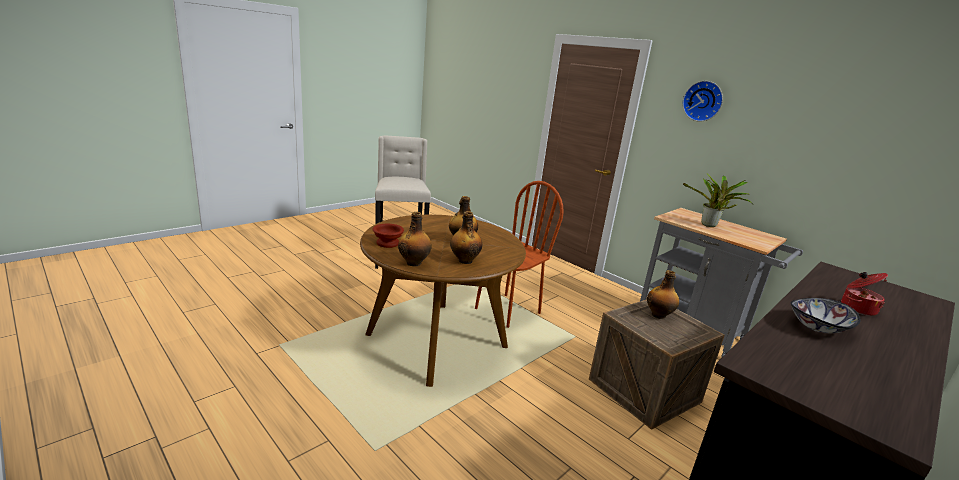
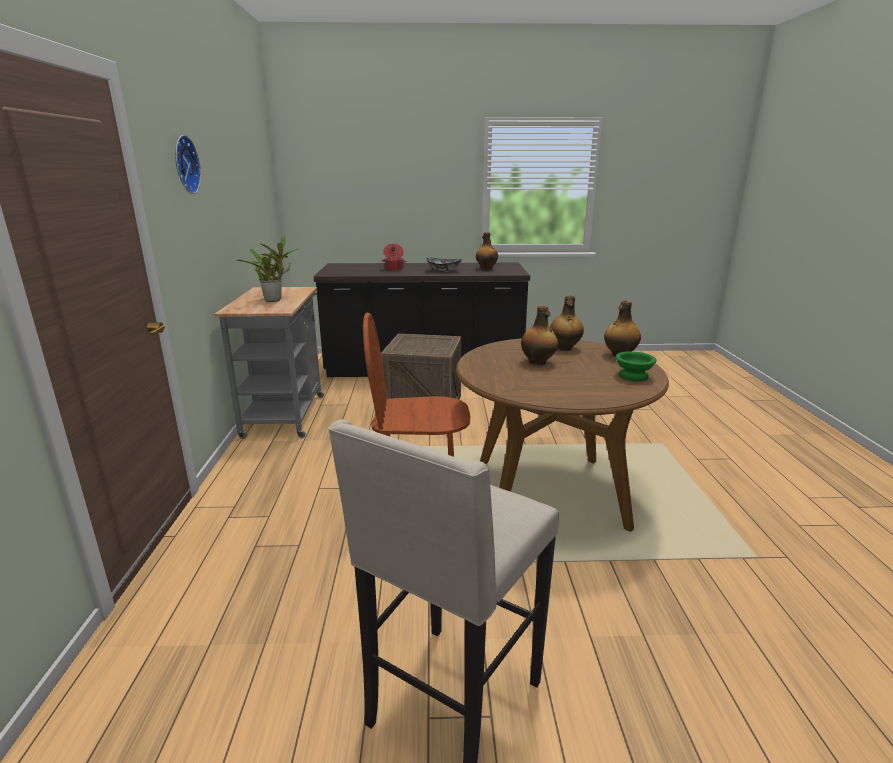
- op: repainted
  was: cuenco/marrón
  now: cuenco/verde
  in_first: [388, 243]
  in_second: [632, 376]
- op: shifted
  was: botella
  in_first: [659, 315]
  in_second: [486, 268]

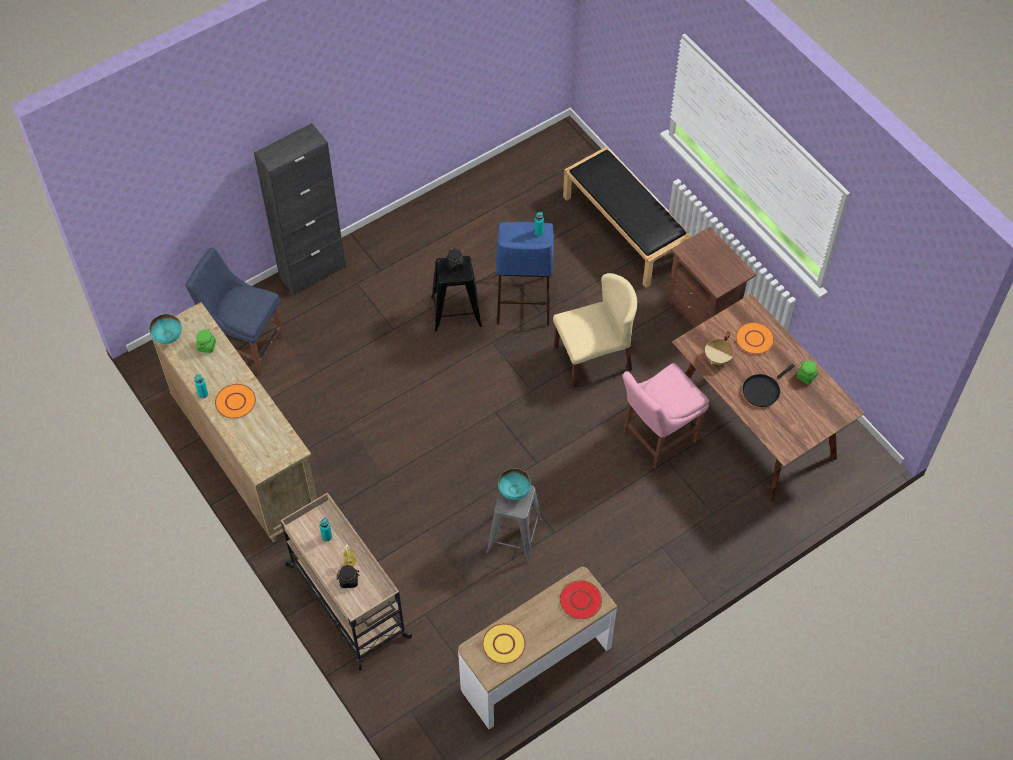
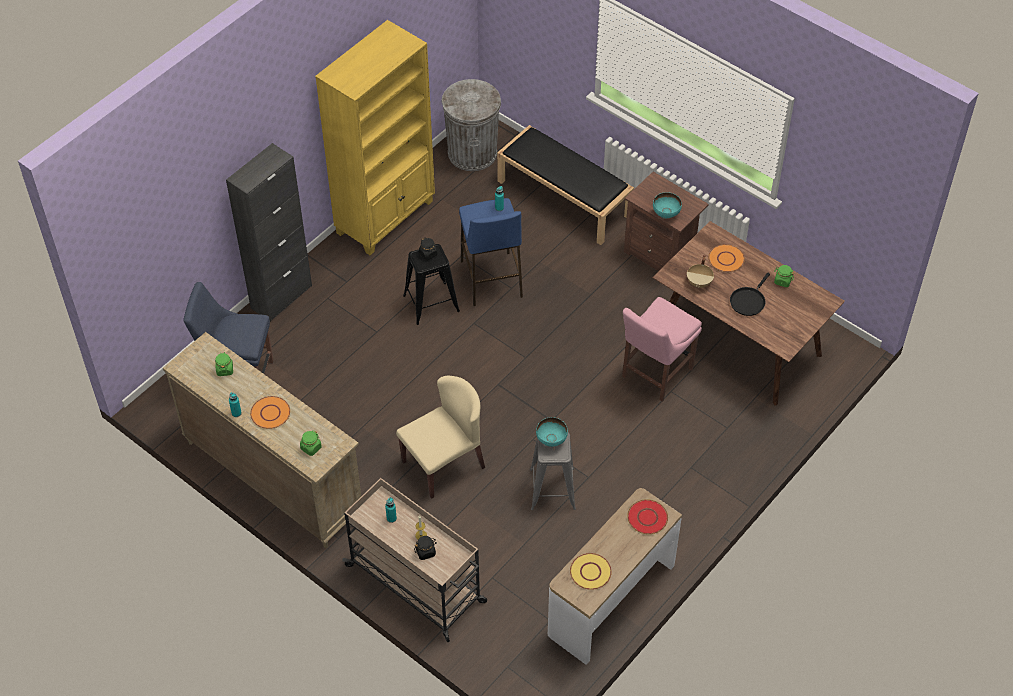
- op: shifted
  was: cuenco/turquesa
  in_first: [168, 337]
  in_second: [666, 214]
- op: shifted
  was: silla/beis
  in_first: [593, 357]
  in_second: [443, 464]
- op: new
  now: tarro/verde
  in_second: [311, 448]
- op: new
  now: estantería/amarillo
  in_second: [386, 217]
- op: new
  now: papelera/gris
  in_second: [472, 153]

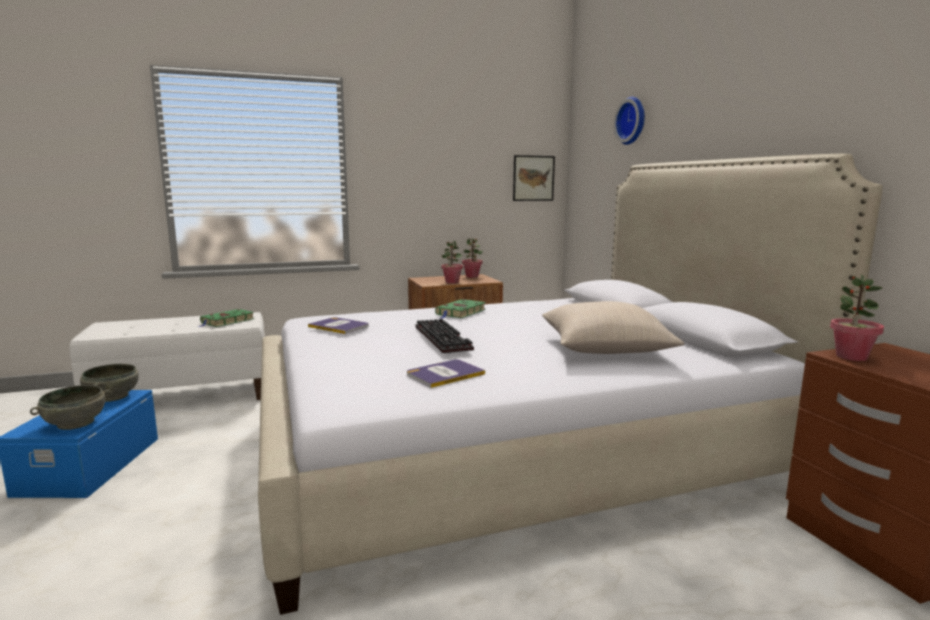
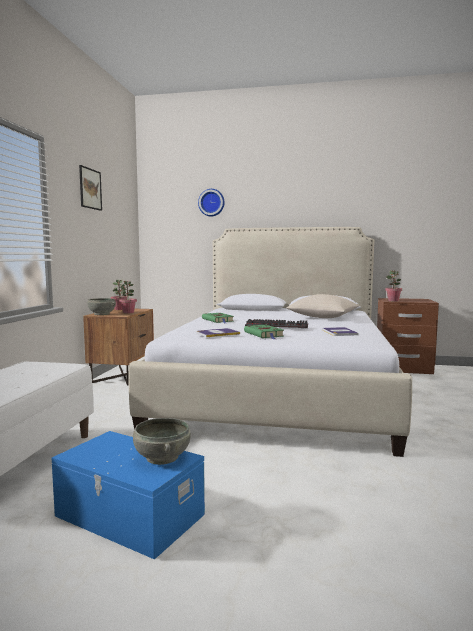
- op: shifted
  was: cuenco/gris
  in_first: [111, 397]
  in_second: [101, 314]
- op: shifted
  was: libro/verde
  in_first: [226, 321]
  in_second: [264, 334]
- op: shifted
  was: cuadro
  in_first: [533, 178]
  in_second: [90, 188]

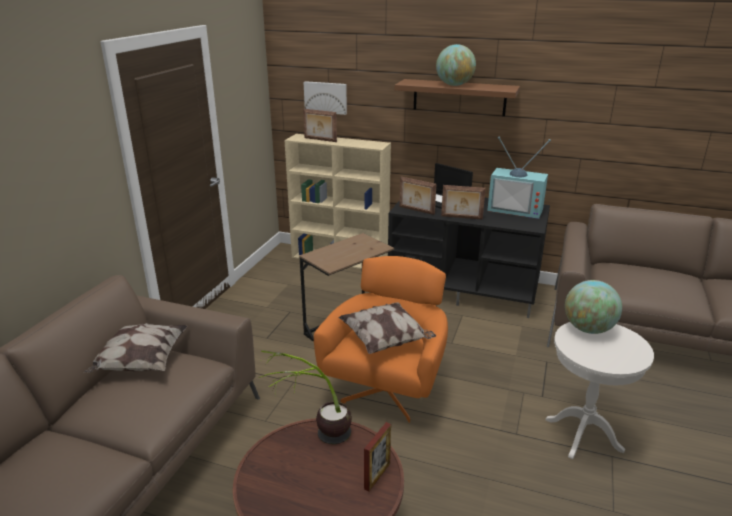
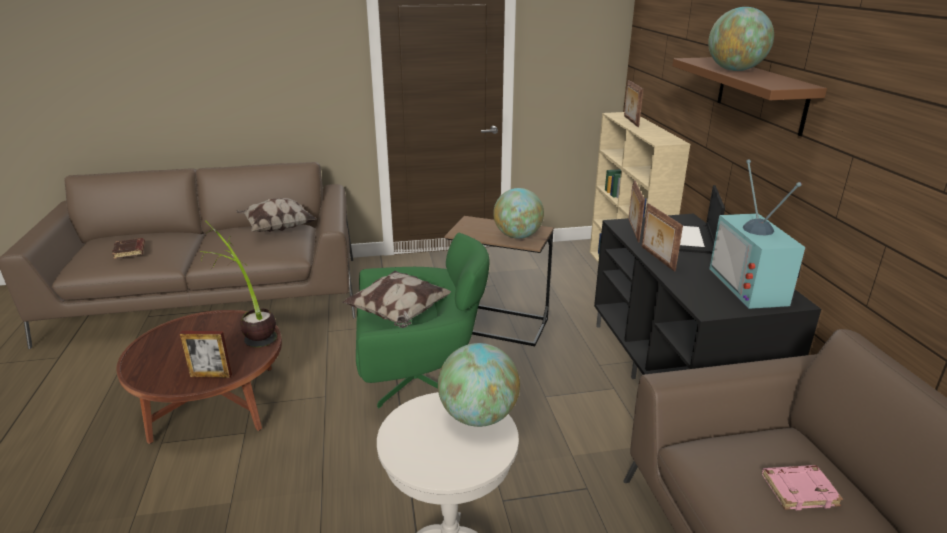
- op: gone
  was: cuadro
  in_first: [326, 97]
- op: repainted
  was: sillón/naranja
  now: sillón/verde
  in_first: [387, 389]
  in_second: [420, 378]
- op: new
  now: libro/marrón
  in_second: [130, 251]
- op: new
  now: globo terráqueo
  in_second: [517, 236]
- op: new
  now: libro/rosa
  in_second: [799, 490]

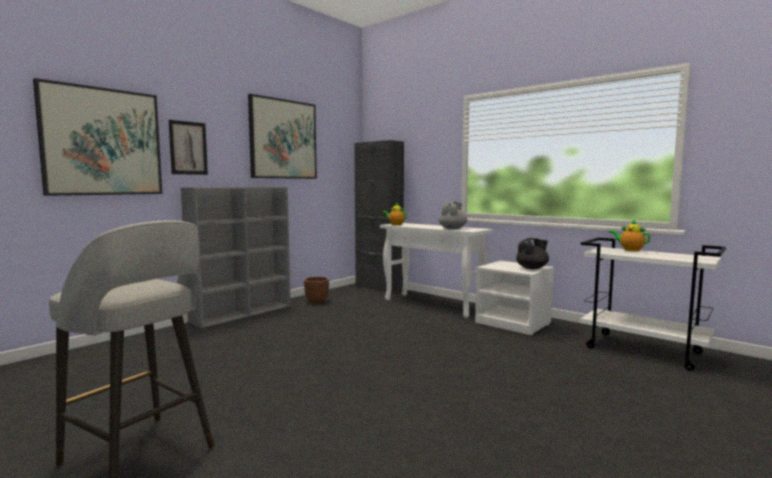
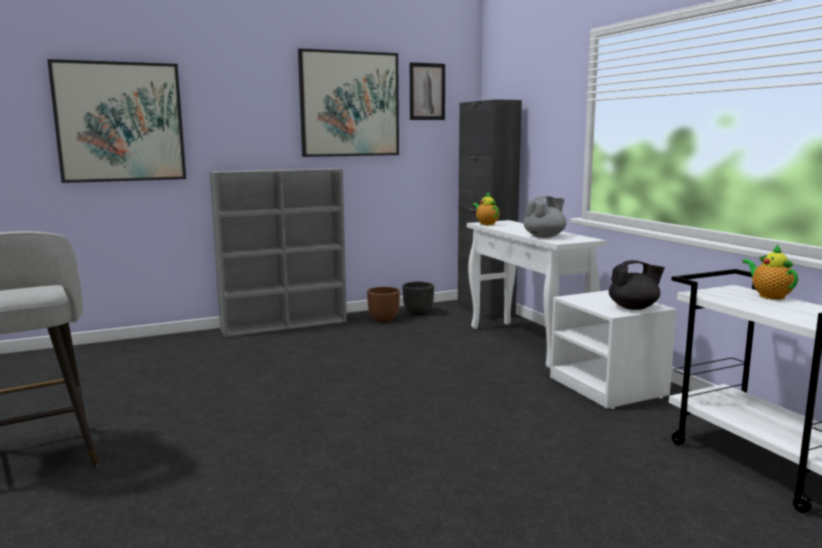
- op: shifted
  was: cuadro
  in_first: [188, 148]
  in_second: [427, 91]
- op: new
  now: maceta/negro
  in_second: [418, 313]

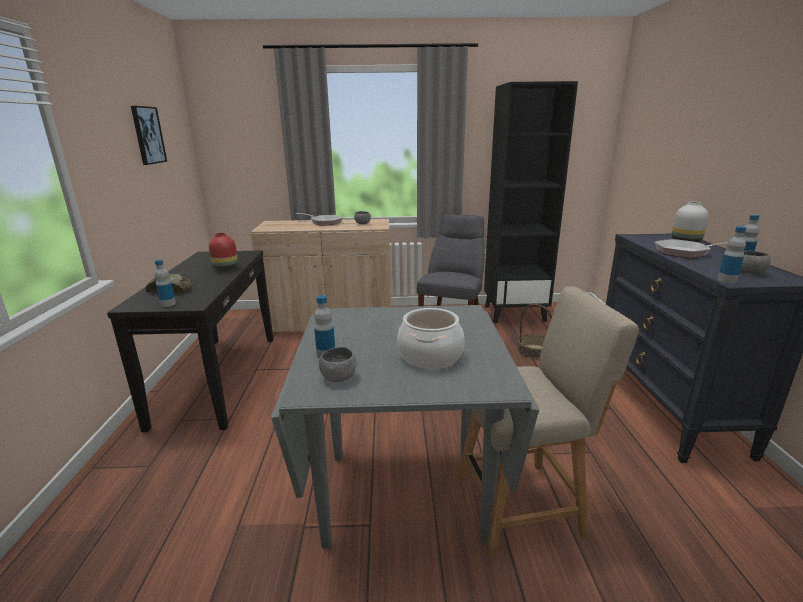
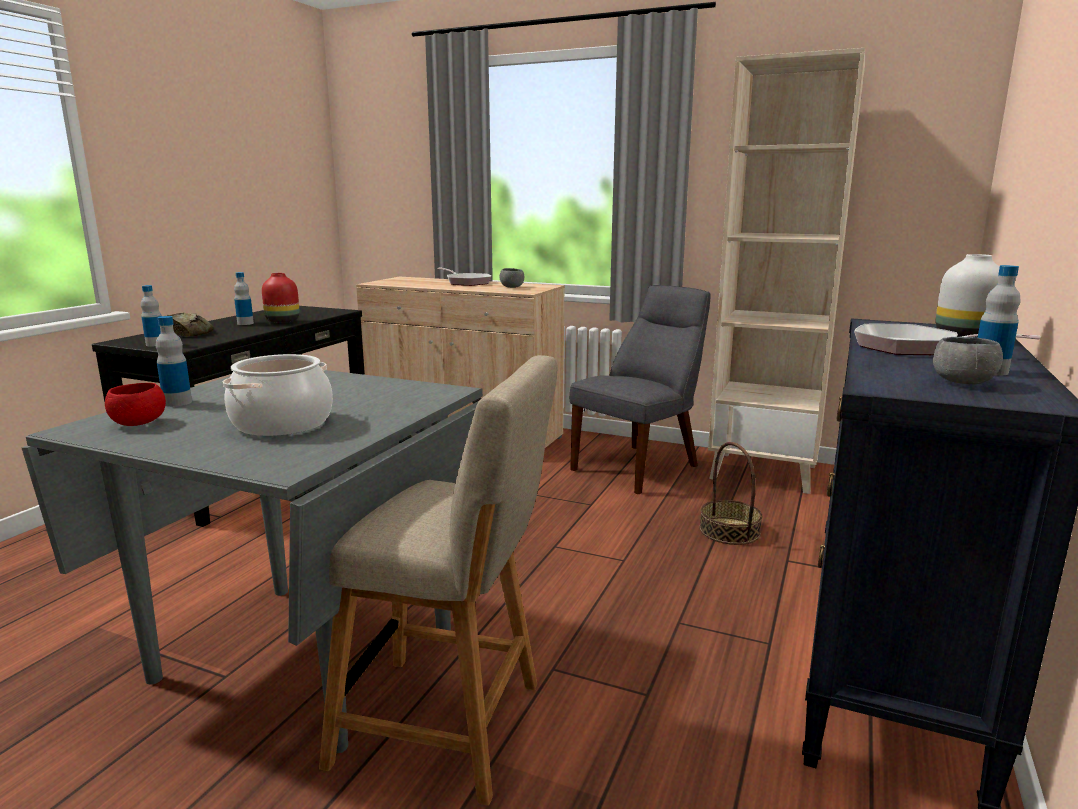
- op: gone
  was: cuadro
  in_first: [147, 135]
- op: repainted
  was: cuenco/gris
  now: cuenco/rojo
  in_first: [338, 377]
  in_second: [138, 423]
- op: repainted
  was: estantería/negro
  now: estantería/beis
  in_first: [515, 313]
  in_second: [764, 472]
- op: shifted
  was: botella
  in_first: [727, 280]
  in_second: [245, 323]

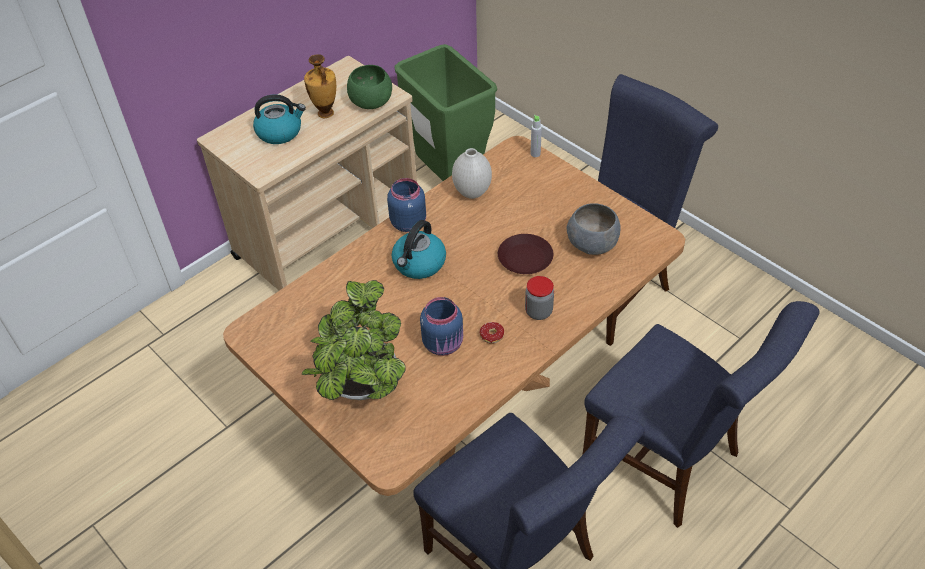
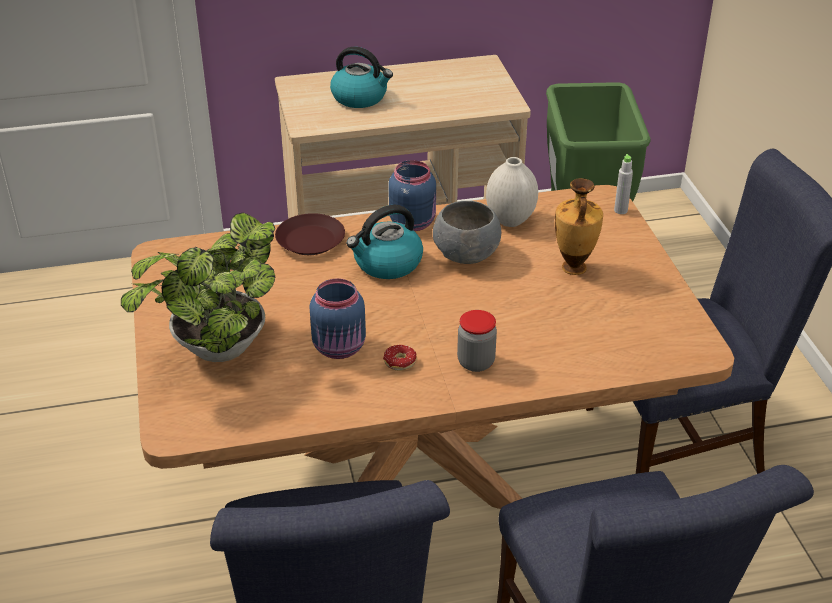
- op: shifted
  was: florero
  in_first: [325, 114]
  in_second: [573, 268]
- op: gone
  was: cuenco/verde
  in_first: [370, 102]
- op: shifted
  was: plato/marrón
  in_first: [525, 258]
  in_second: [311, 240]
- op: shifted
  was: cuenco/gris
  in_first: [592, 243]
  in_second: [467, 254]

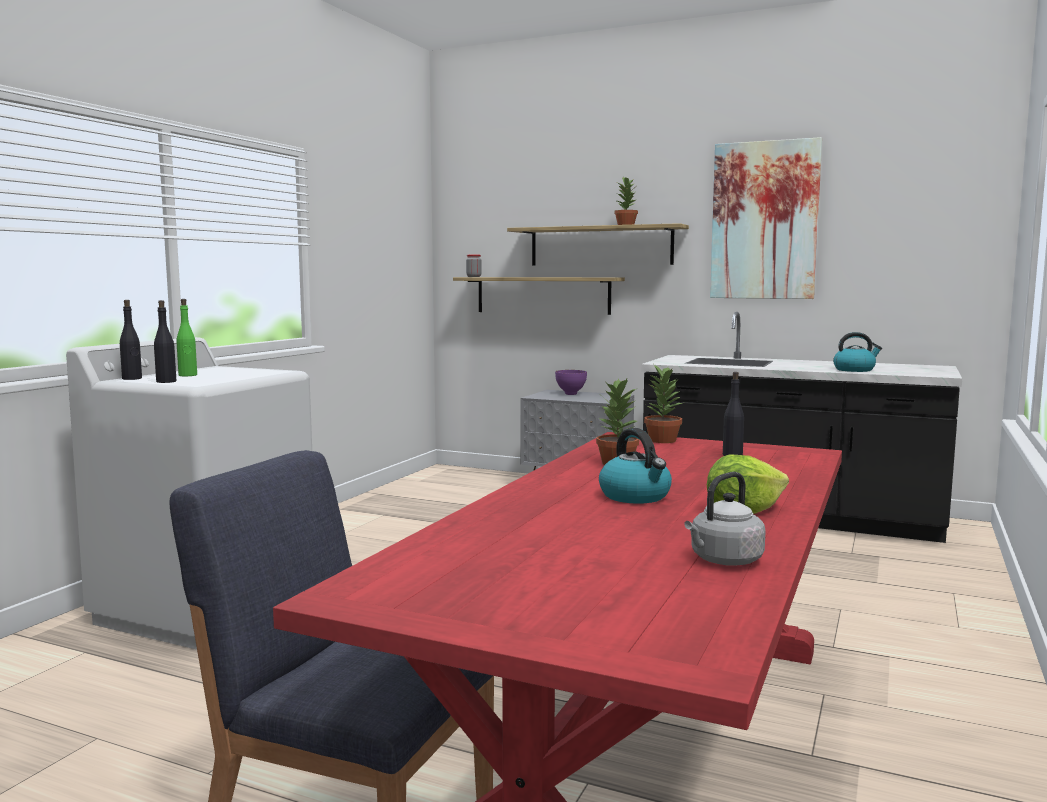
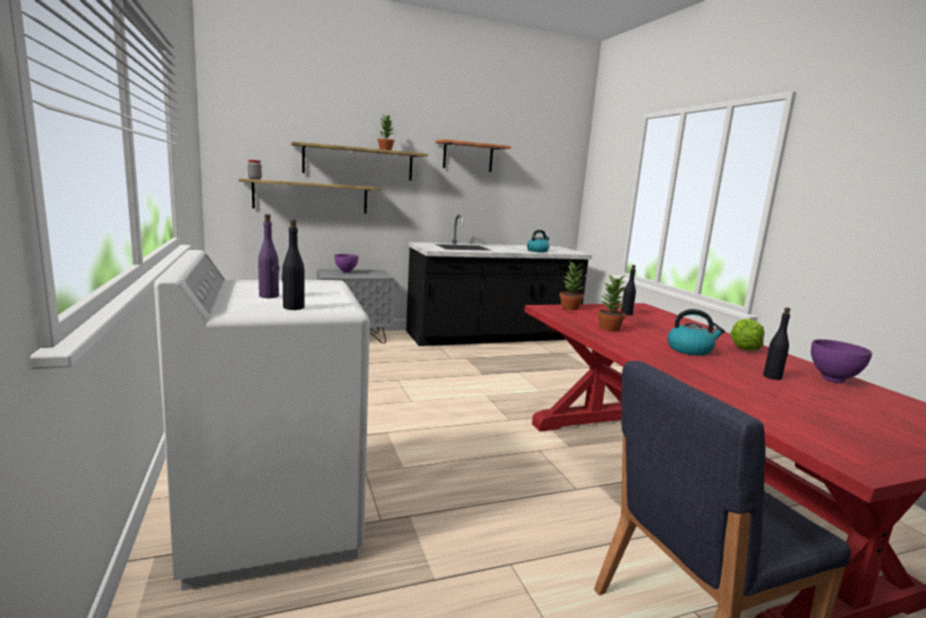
- op: shifted
  was: botella/negro
  in_first: [132, 378]
  in_second: [772, 377]
- op: repainted
  was: botella/verde
  now: botella/morado
  in_first: [188, 375]
  in_second: [269, 296]
- op: swapped
  was: hervidor/gris
  now: cuenco/morado
  in_first: [723, 561]
  in_second: [834, 380]
- op: swapped
  was: cuadro
  now: estante
  in_first: [764, 220]
  in_second: [468, 156]

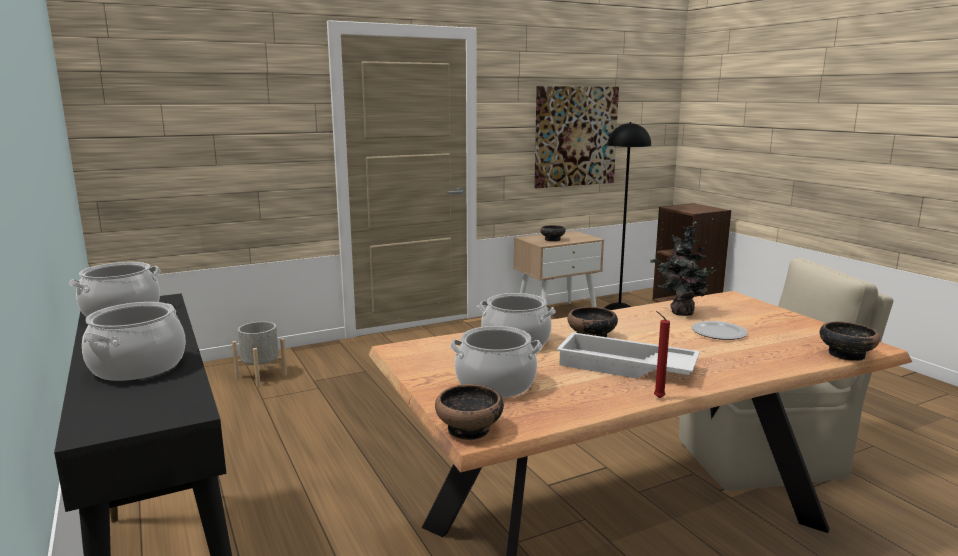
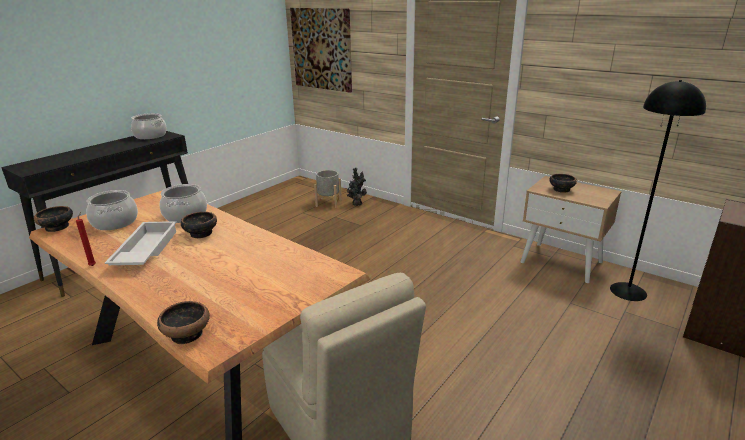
- op: gone
  was: olla
  in_first: [138, 366]
- op: shifted
  was: cuadro
  in_first: [575, 136]
  in_second: [322, 49]
- op: shifted
  was: planta en maceta
  in_first: [680, 313]
  in_second: [356, 204]
- op: gone
  was: plato
  in_first: [719, 333]

